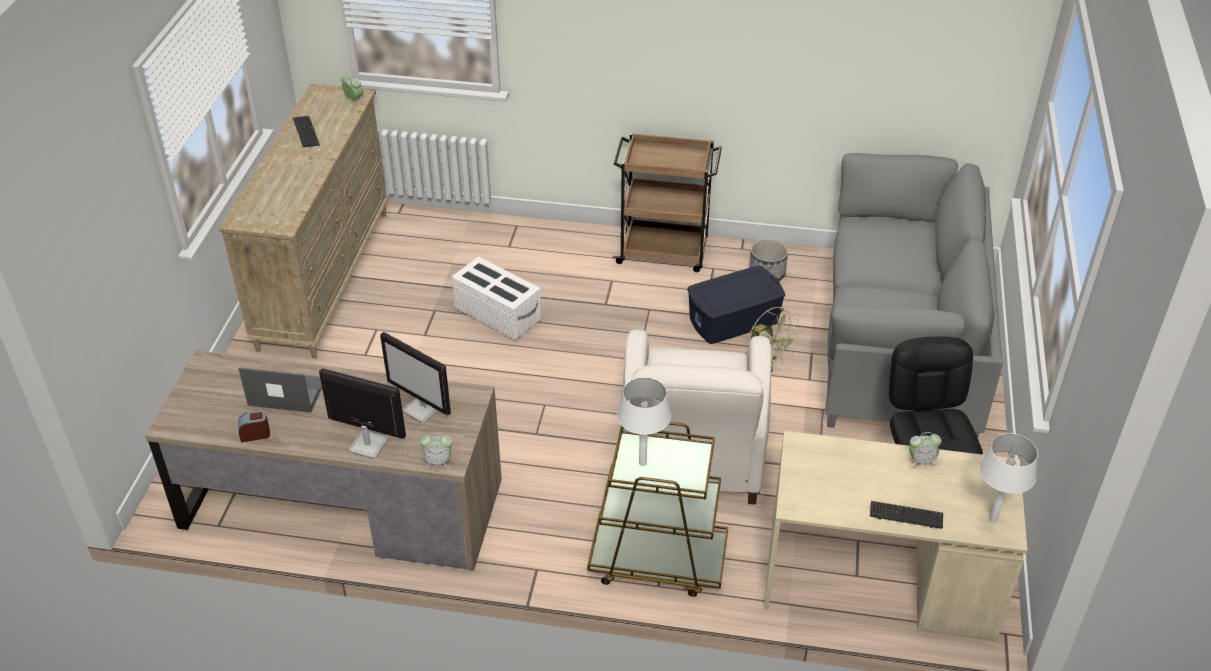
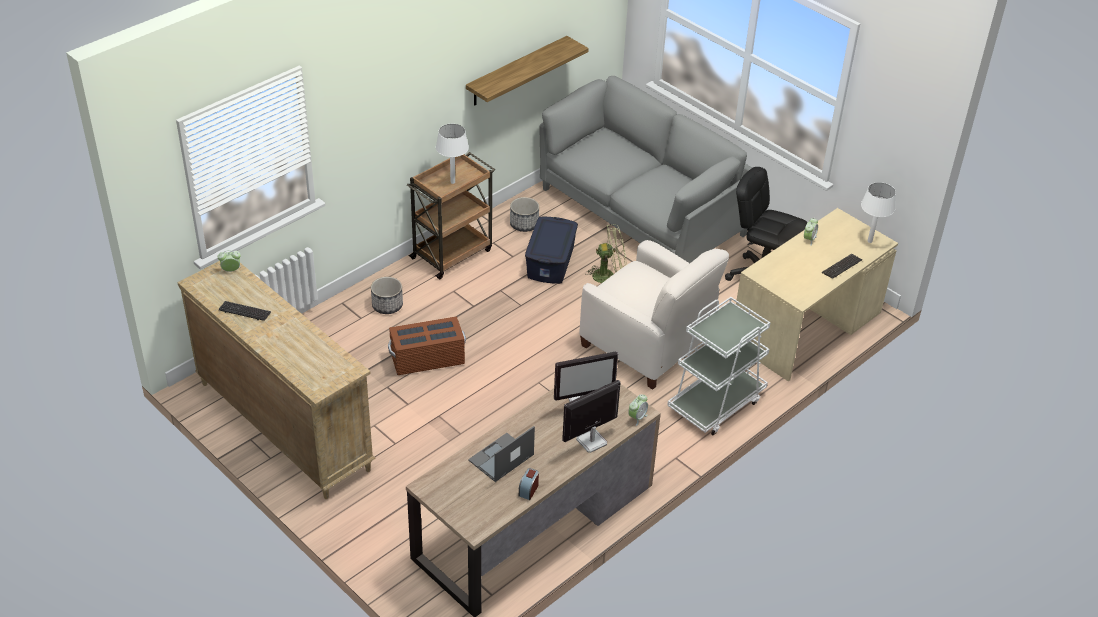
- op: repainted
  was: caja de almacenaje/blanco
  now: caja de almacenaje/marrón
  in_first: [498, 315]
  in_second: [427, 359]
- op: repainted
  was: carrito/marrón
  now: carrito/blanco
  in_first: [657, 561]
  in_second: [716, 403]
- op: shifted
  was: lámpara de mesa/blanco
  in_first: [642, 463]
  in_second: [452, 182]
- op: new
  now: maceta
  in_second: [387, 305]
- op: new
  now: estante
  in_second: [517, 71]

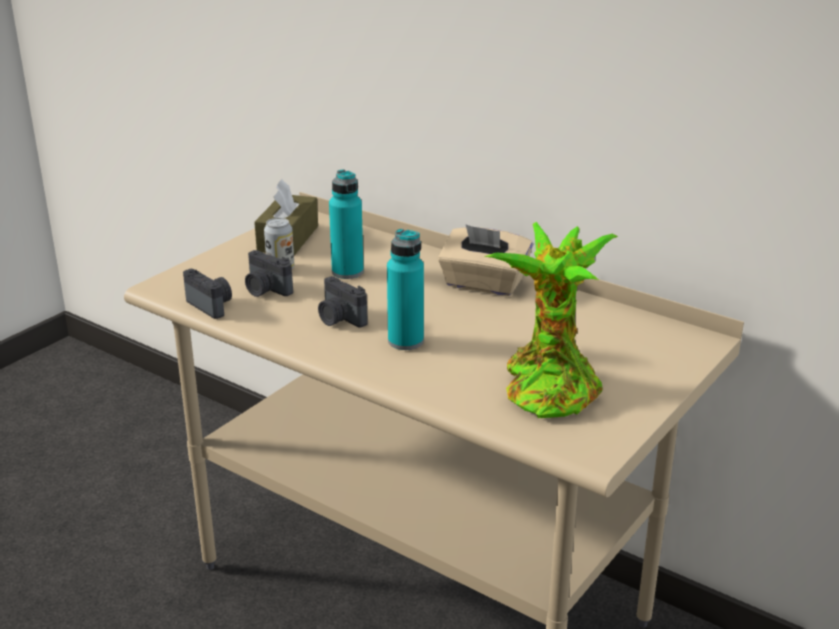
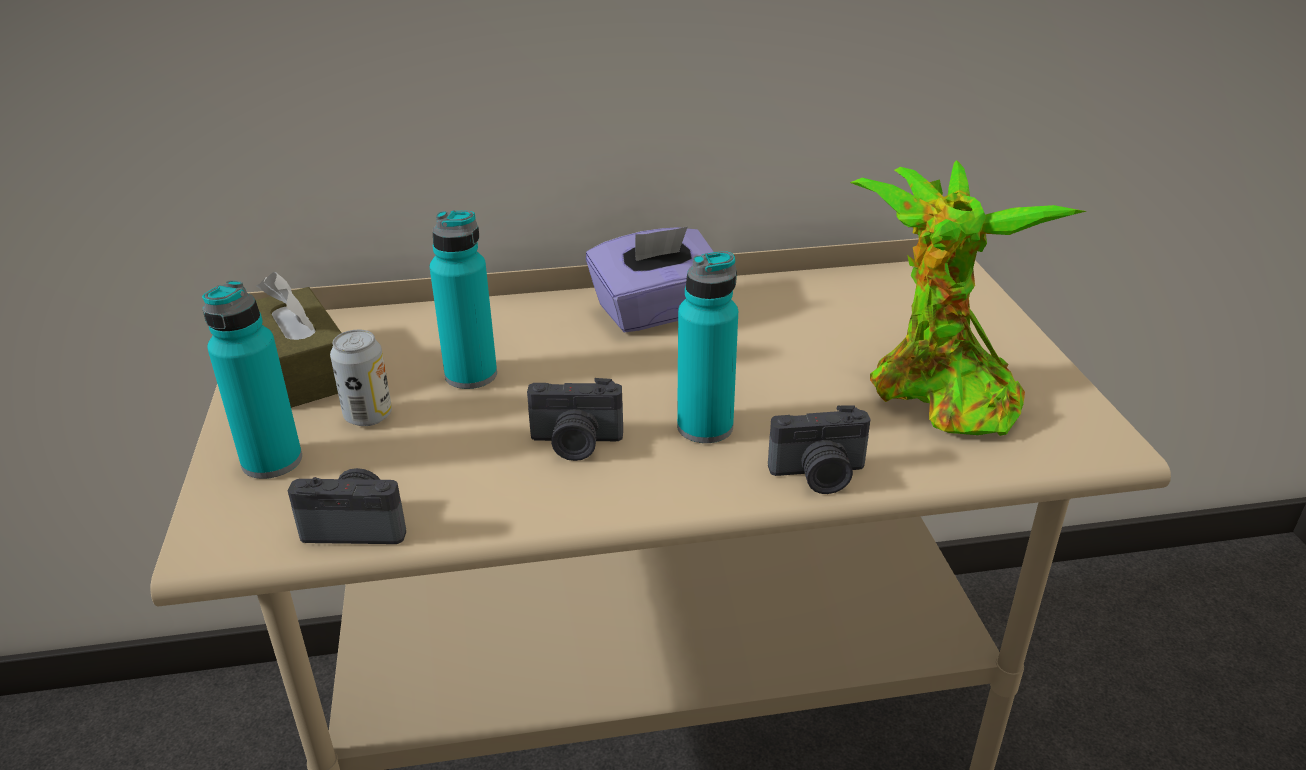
- op: shifted
  was: cámara
  in_first: [265, 290]
  in_second: [819, 475]
- op: repainted
  was: caja de pañuelos/beis
  now: caja de pañuelos/morado
  in_first: [483, 284]
  in_second: [657, 312]
- op: new
  now: botella/turquesa
  in_second: [272, 461]

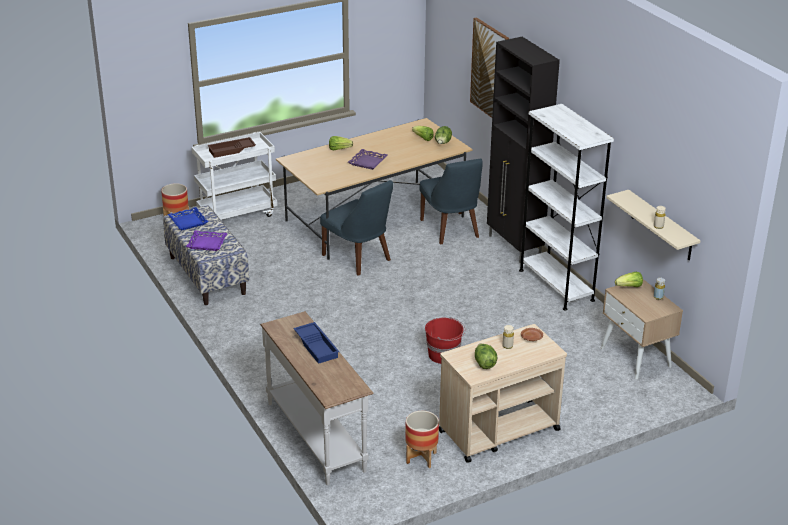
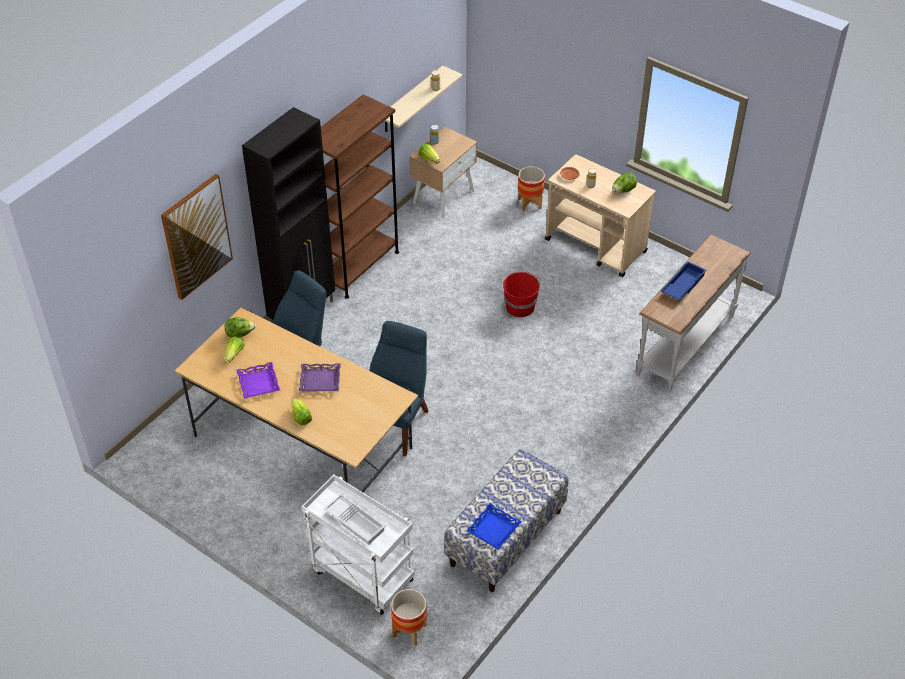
- op: shifted
  was: bandeja/morado
  in_first: [207, 243]
  in_second: [259, 383]
- op: repainted
  was: bandeja/marrón
  now: bandeja/blanco
  in_first: [231, 150]
  in_second: [356, 521]
- op: shifted
  was: maceta
  in_first: [421, 458]
  in_second: [530, 204]
- op: repainted
  was: estantería/blanco
  now: estantería/marrón
  in_first: [556, 285]
  in_second: [359, 267]

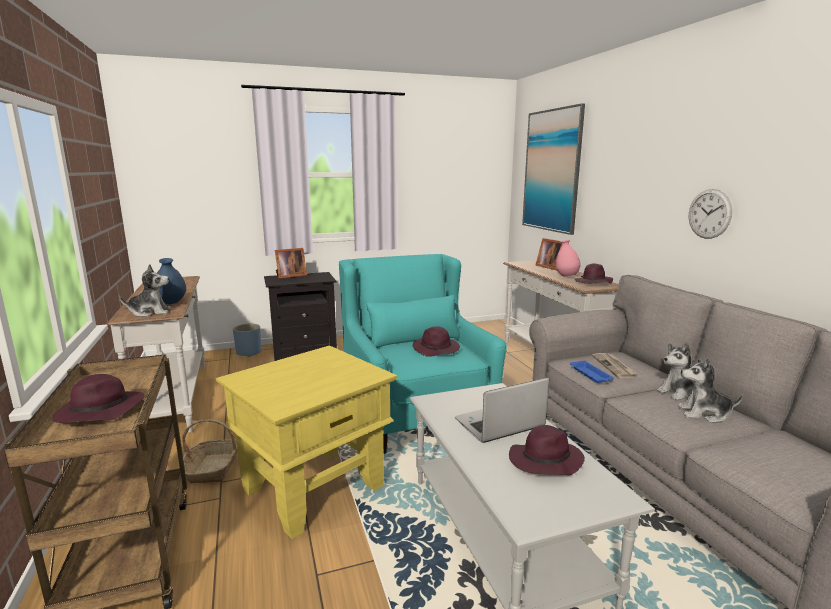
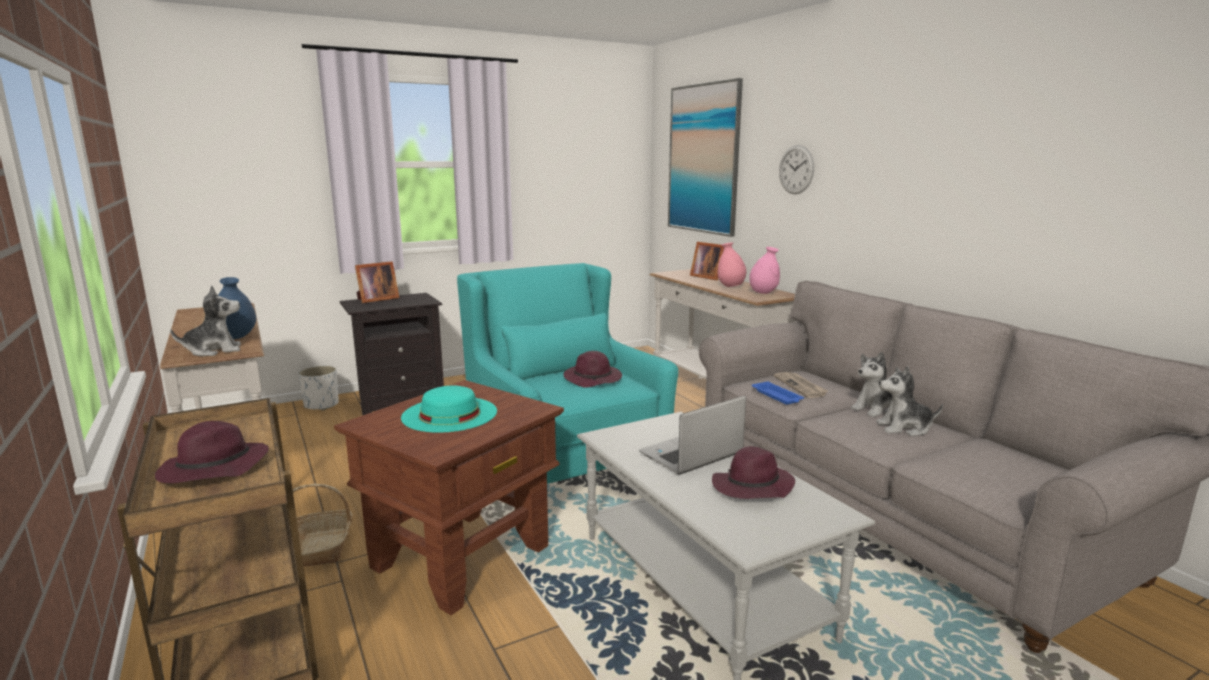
- op: repainted
  was: mesa auxiliar/amarillo
  now: mesa auxiliar/marrón
  in_first: [314, 488]
  in_second: [462, 557]
- op: repainted
  was: maceta/azul
  now: maceta/blanco
  in_first: [248, 352]
  in_second: [321, 405]
- op: swapped
  was: sombrero/morado
  now: florero/rosa
  in_first: [593, 282]
  in_second: [763, 292]
- op: shifted
  was: reloj de pared
  in_first: [709, 214]
  in_second: [796, 169]
- op: new
  now: sombrero/turquesa
  in_second: [449, 414]

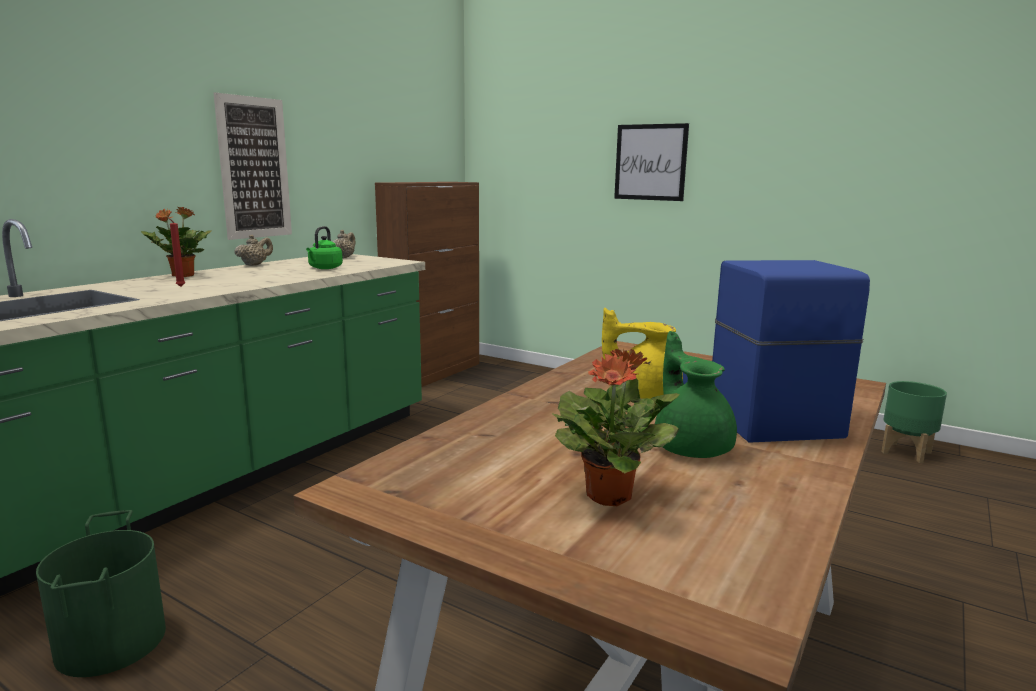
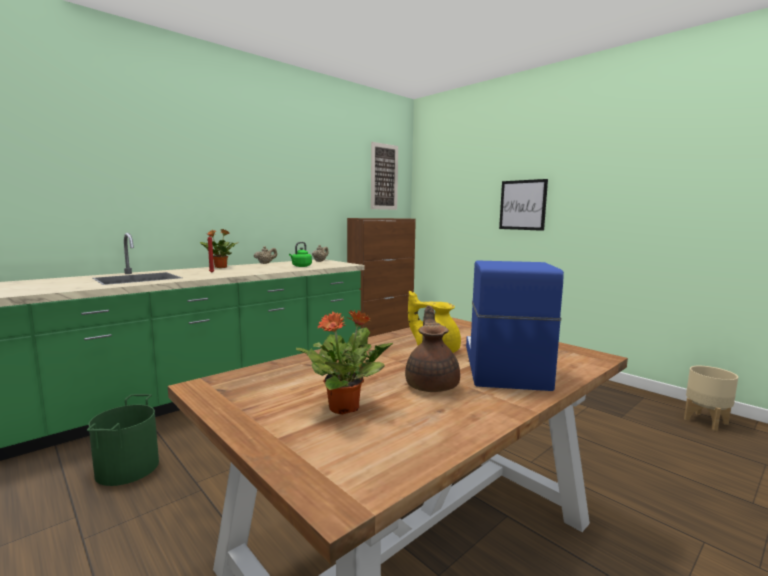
- op: shifted
  was: cuadro
  in_first: [254, 168]
  in_second: [384, 177]
- op: repainted
  was: tetera/verde
  now: tetera/marrón
  in_first: [691, 446]
  in_second: [432, 384]
- op: repainted
  was: maceta/verde
  now: maceta/beis
  in_first: [907, 452]
  in_second: [706, 421]

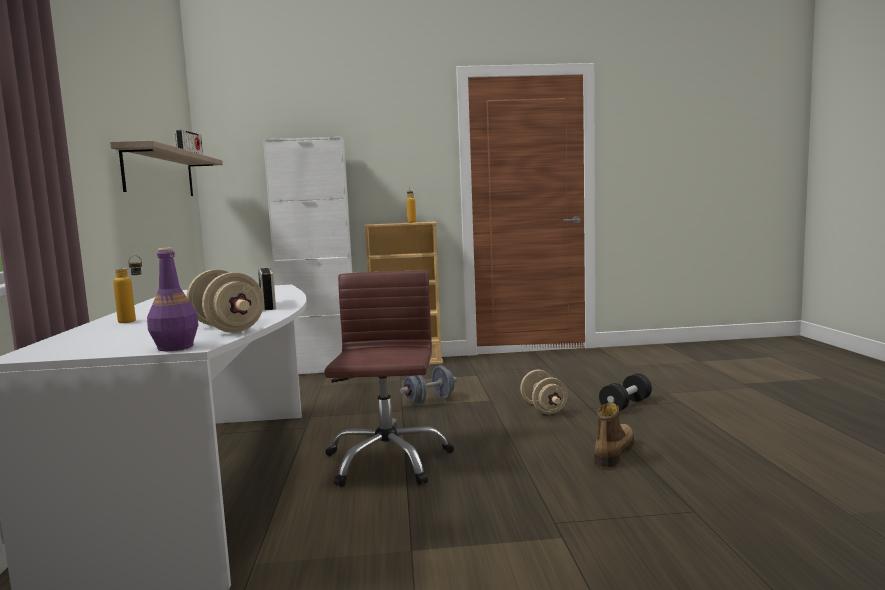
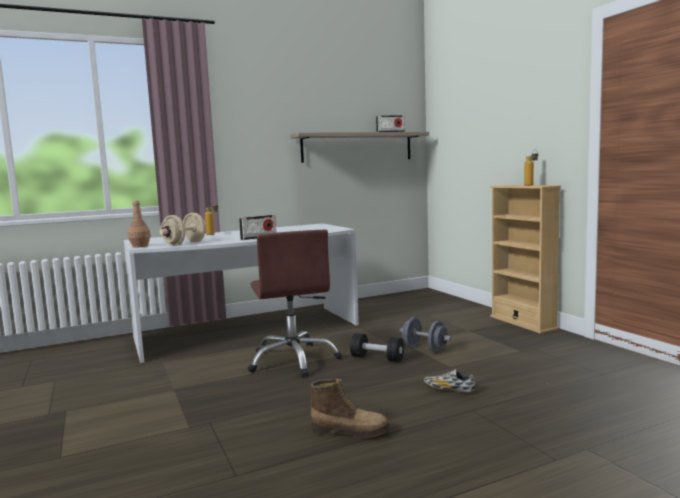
- op: repainted
  was: botella/morado
  now: botella/marrón
  in_first: [175, 347]
  in_second: [140, 246]
- op: gone
  was: armario/blanco
  in_first: [321, 369]
- op: rotated
  was: silla de oficina/marrón
  in_first: [386, 461]
  in_second: [294, 360]
  clockwise: 90
- op: swapped
  was: mancuerna/beis
  now: zapato
  in_first: [543, 408]
  in_second: [448, 390]
- op: shifted
  was: mancuerna/negro
  in_first: [625, 405]
  in_second: [377, 358]

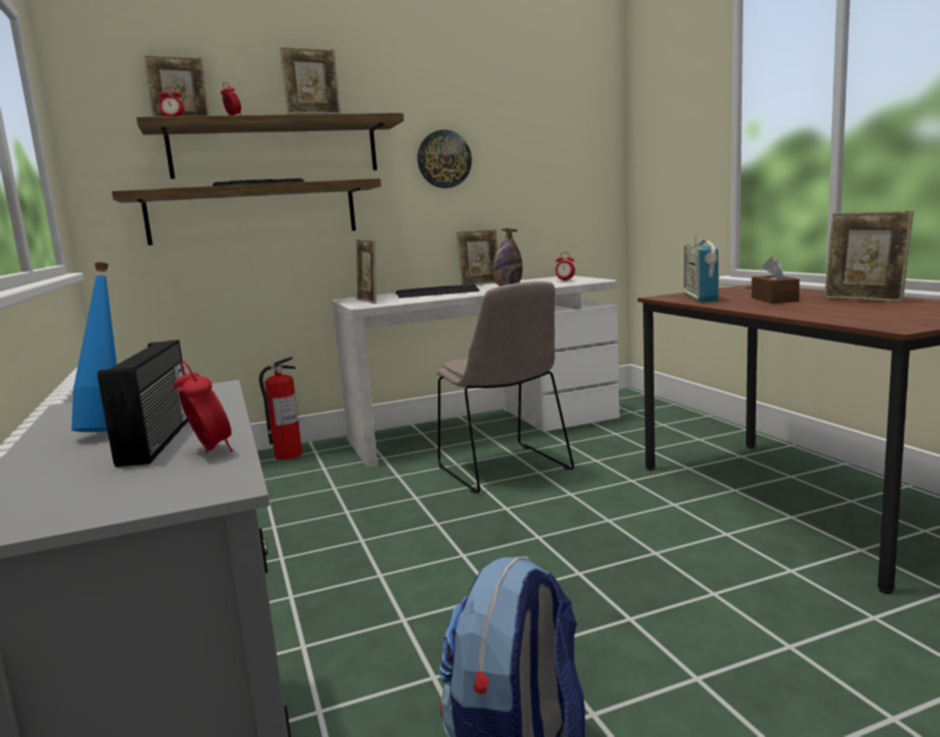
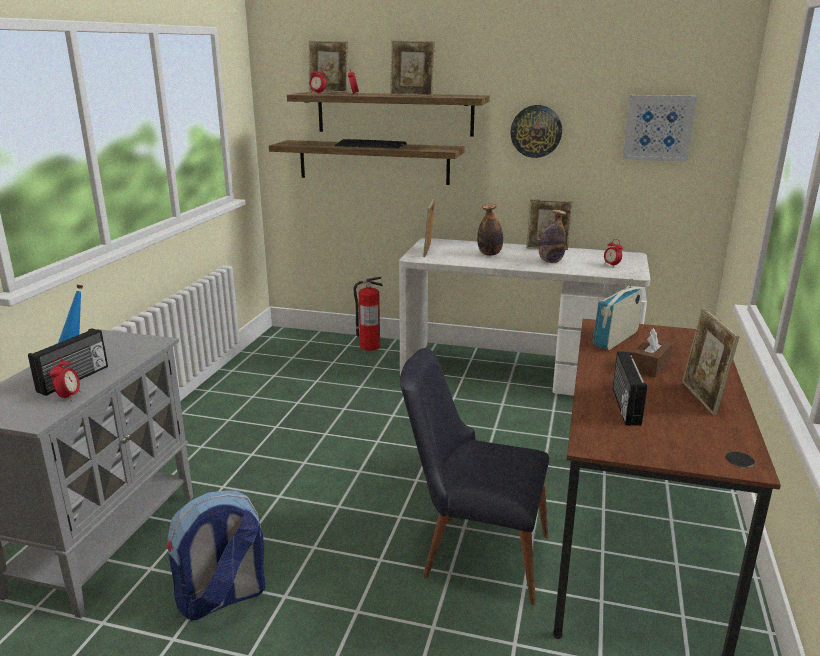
- op: swapped
  was: teclado
  now: botella
  in_first: [437, 293]
  in_second: [489, 254]
- op: gone
  was: silla/beis
  in_first: [505, 470]
- op: new
  now: silla/negro
  in_second: [473, 552]
- op: new
  now: radio
  in_second: [624, 406]
- op: new
  now: cuadro
  in_second: [658, 128]

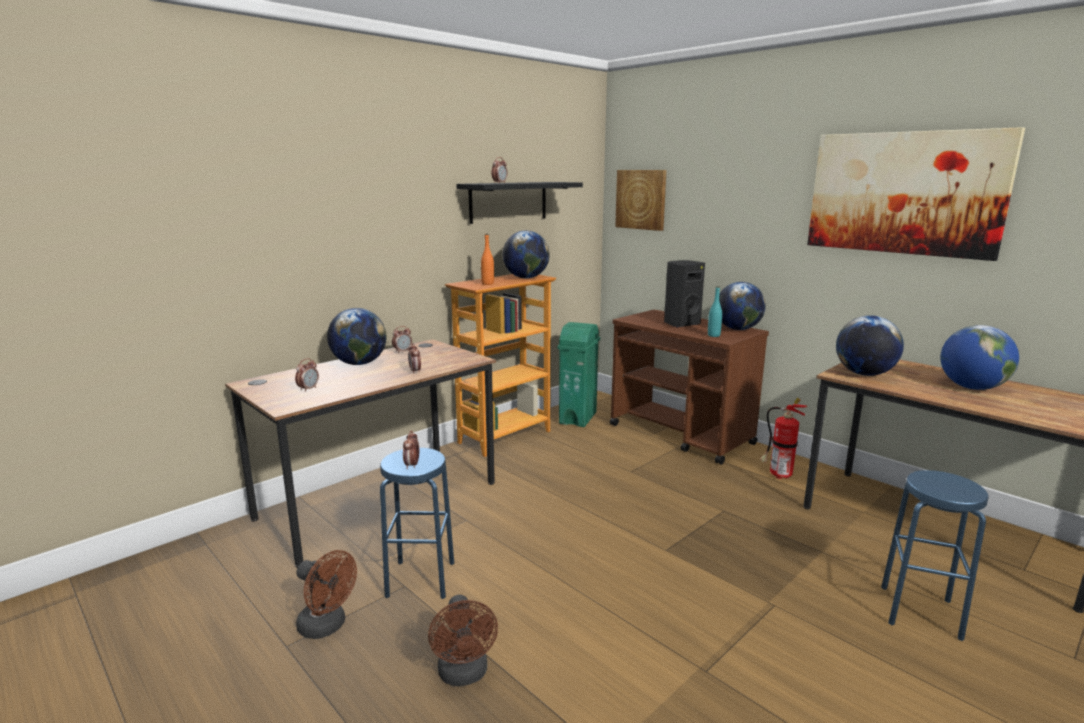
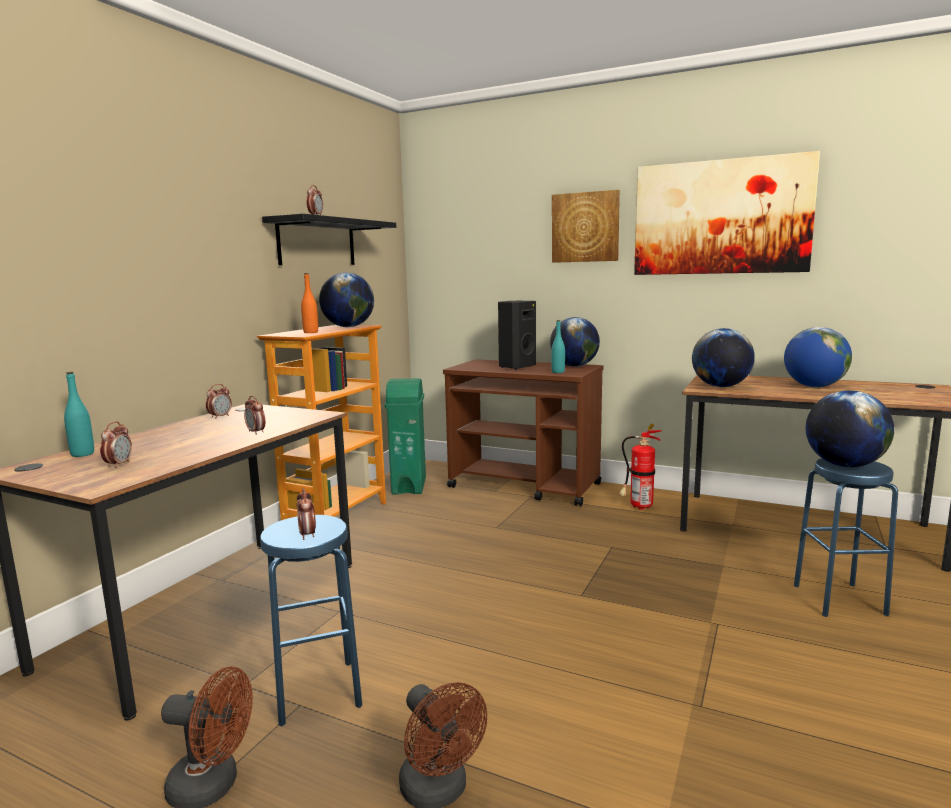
- op: shifted
  was: globo terráqueo
  in_first: [359, 363]
  in_second: [844, 465]
- op: shifted
  was: cuadro
  in_first: [641, 199]
  in_second: [585, 227]
- op: new
  now: botella/turquesa
  in_second: [82, 454]

